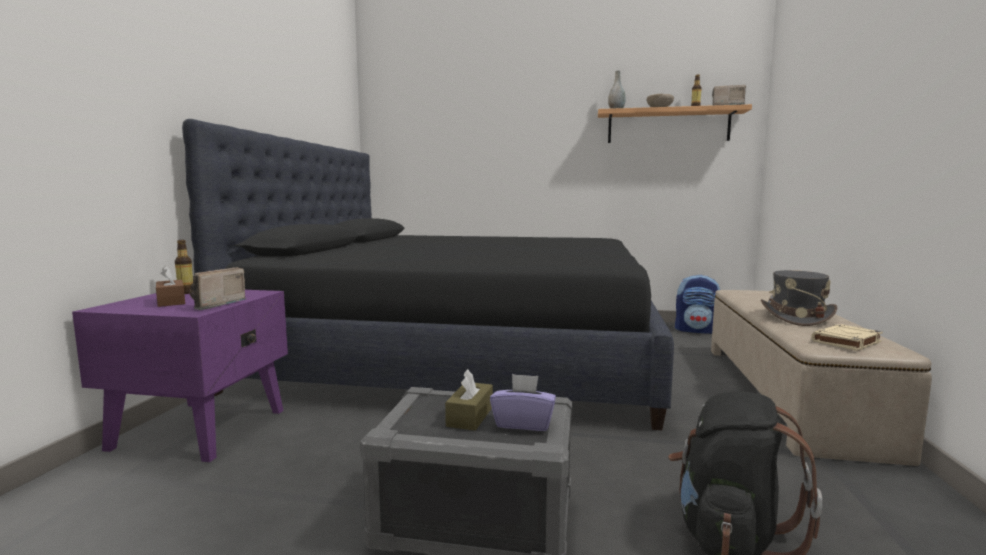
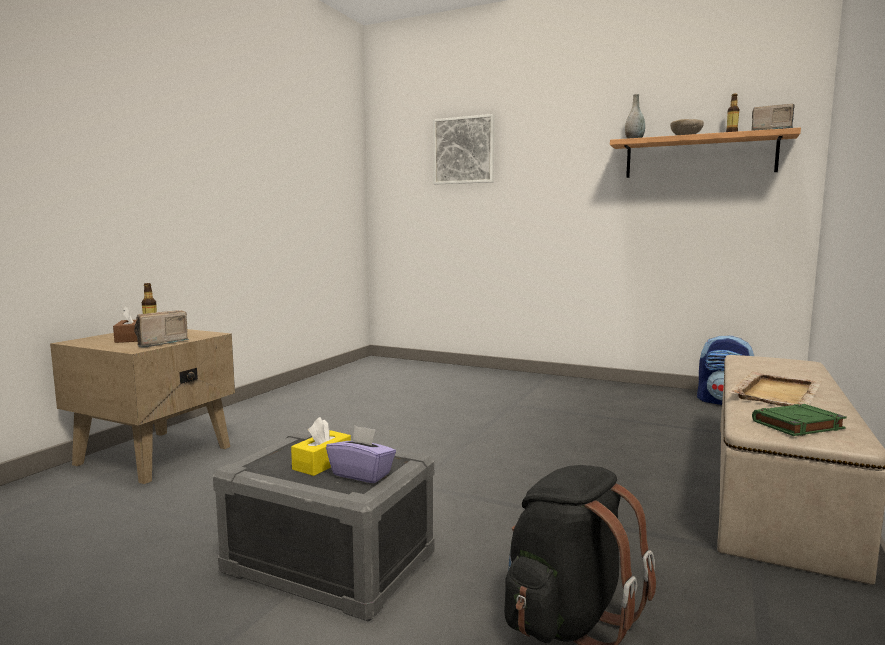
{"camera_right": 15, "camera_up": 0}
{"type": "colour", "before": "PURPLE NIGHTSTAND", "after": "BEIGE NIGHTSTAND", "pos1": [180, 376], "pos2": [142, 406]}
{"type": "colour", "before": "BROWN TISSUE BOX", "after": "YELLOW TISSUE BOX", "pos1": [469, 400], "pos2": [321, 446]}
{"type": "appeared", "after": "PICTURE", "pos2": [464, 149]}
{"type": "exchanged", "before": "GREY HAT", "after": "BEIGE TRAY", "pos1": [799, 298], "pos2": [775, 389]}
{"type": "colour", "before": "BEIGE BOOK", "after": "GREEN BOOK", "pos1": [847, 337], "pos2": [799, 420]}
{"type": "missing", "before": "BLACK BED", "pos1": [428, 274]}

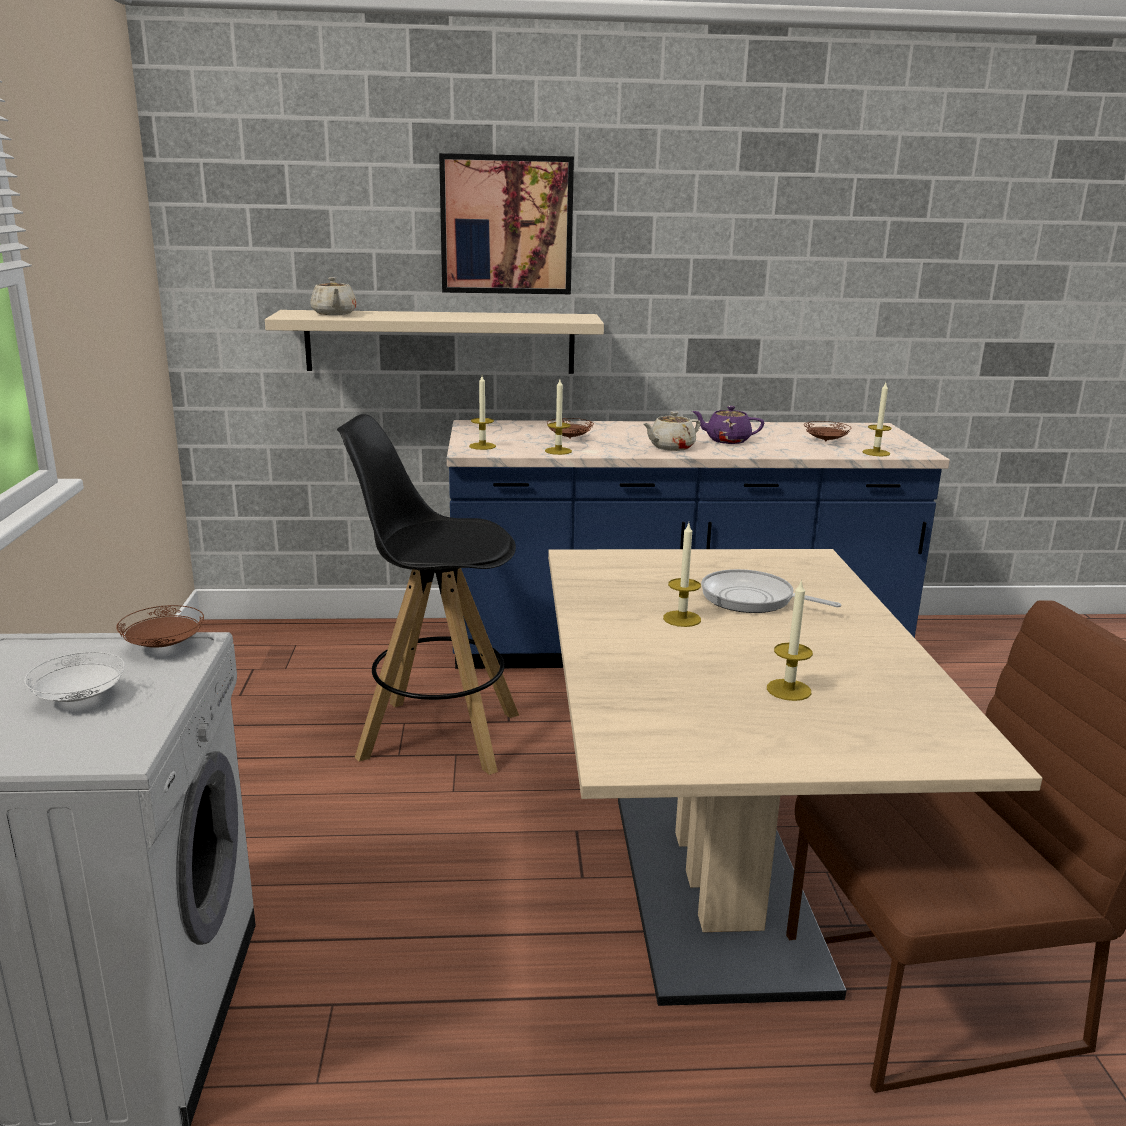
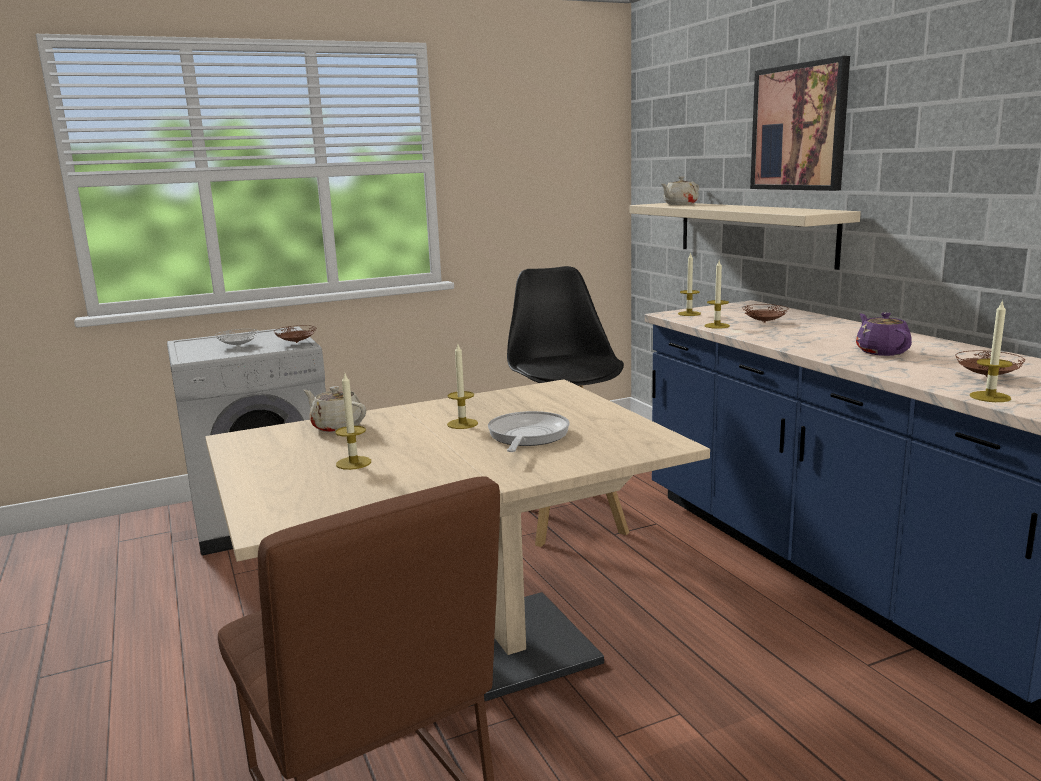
{"camera_right": 70, "camera_up": -5}
{"type": "relocated", "before": "BEIGE TEAPOT", "pos1": [672, 431], "pos2": [334, 409]}

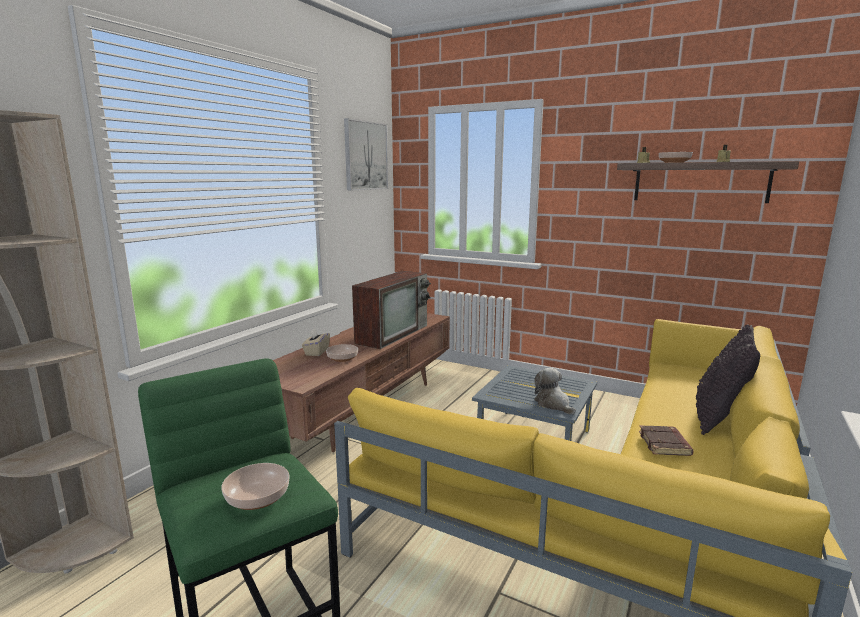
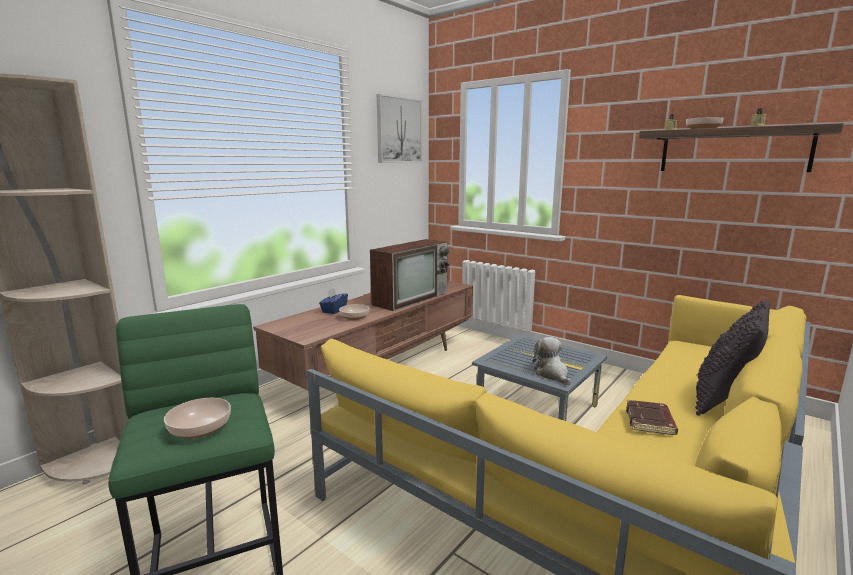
{"camera_right": 10, "camera_up": 0}
{"type": "colour", "before": "BEIGE TISSUE BOX", "after": "BLUE TISSUE BOX", "pos1": [316, 342], "pos2": [333, 301]}

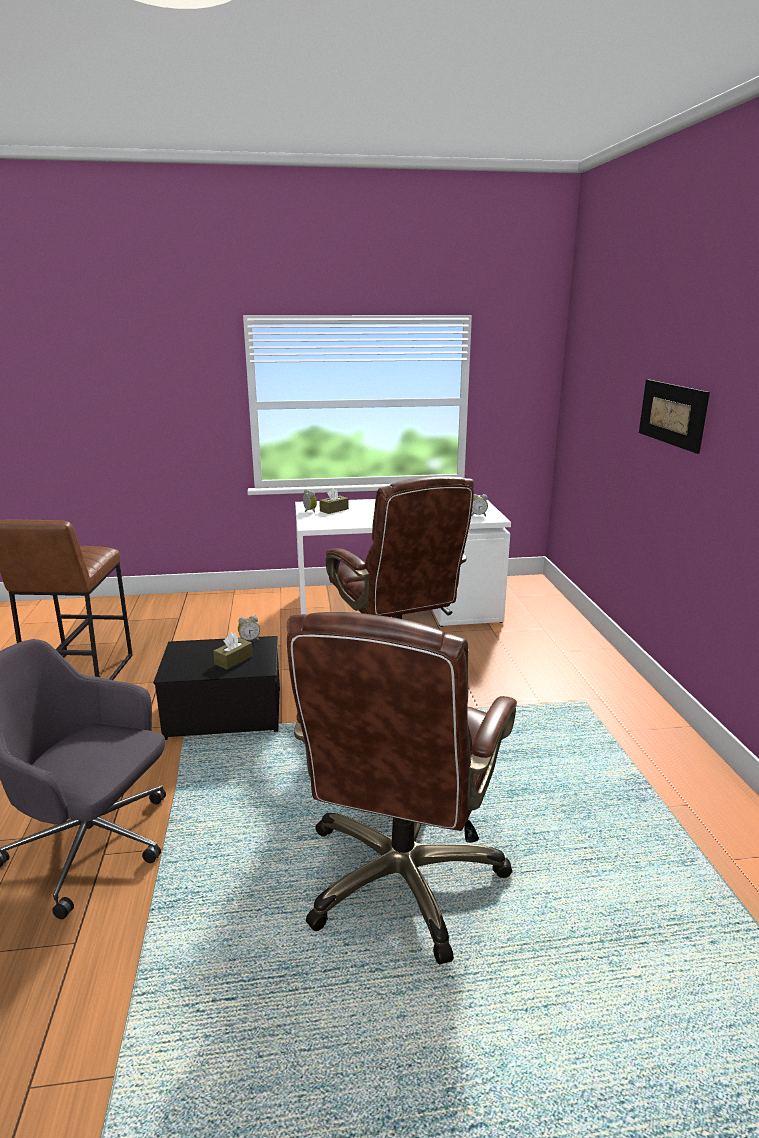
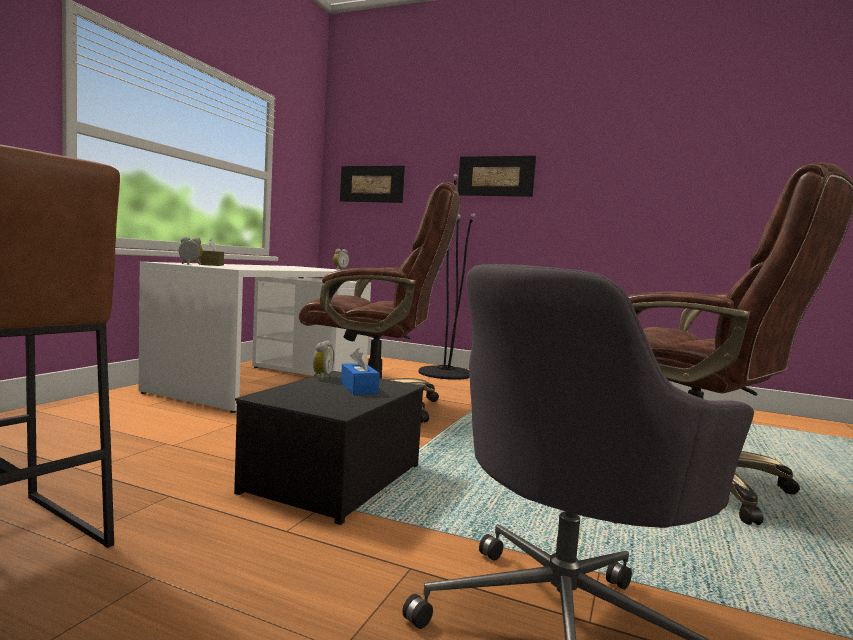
{"camera_right": -60, "camera_up": -15}
{"type": "appeared", "after": "PICTURE", "pos2": [372, 184]}
{"type": "colour", "before": "BROWN TISSUE BOX", "after": "BLUE TISSUE BOX", "pos1": [233, 651], "pos2": [360, 371]}
{"type": "appeared", "after": "BLACK FLOOR LAMP", "pos2": [446, 277]}

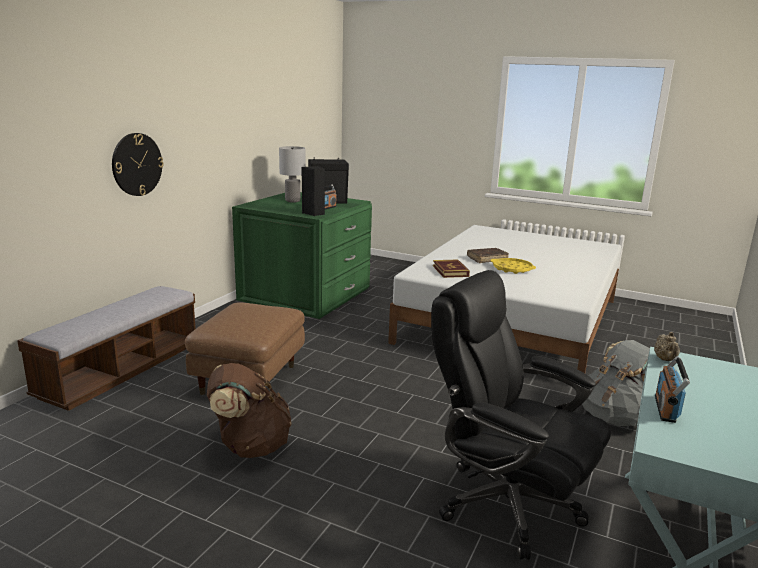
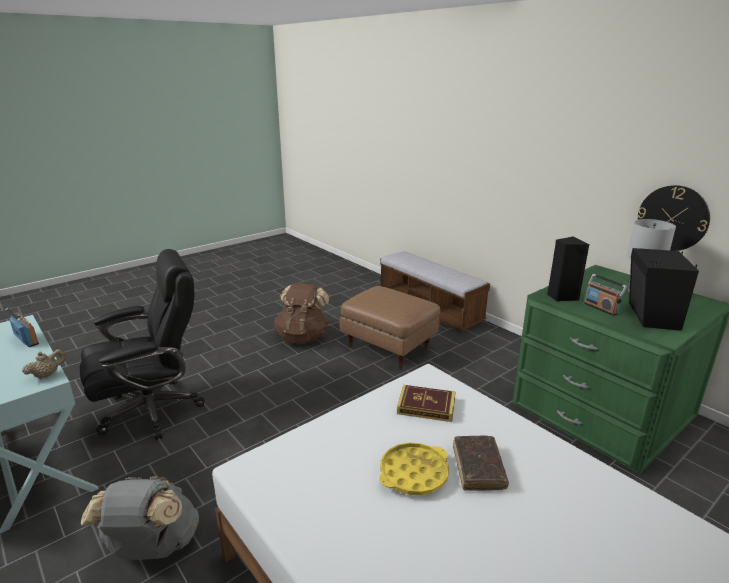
{"camera_right": 115, "camera_up": 5}
{"type": "spun", "before": "BEIGE TEAPOT", "pos1": [667, 346], "pos2": [44, 364], "turn": 105}
{"type": "relocated", "before": "WALL CLOCK", "pos1": [138, 164], "pos2": [673, 218]}

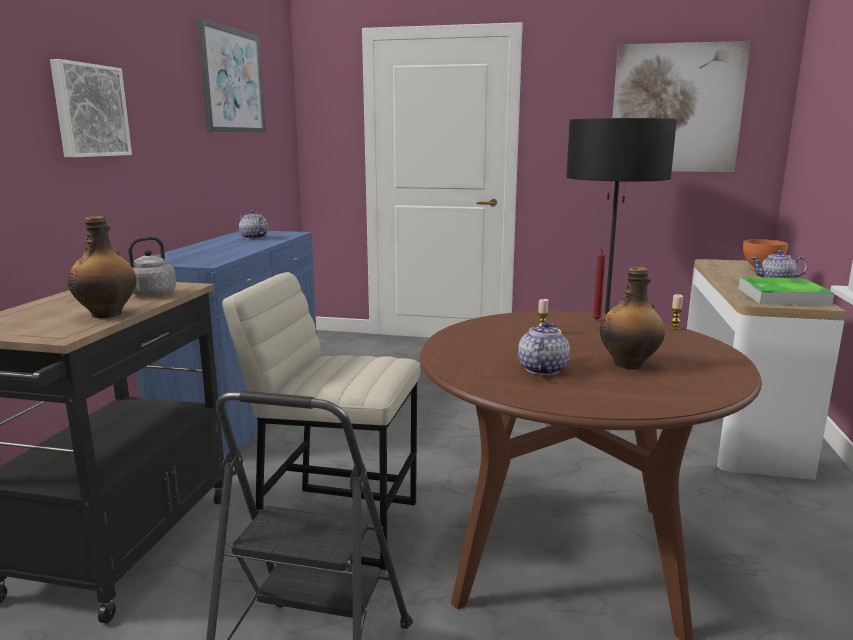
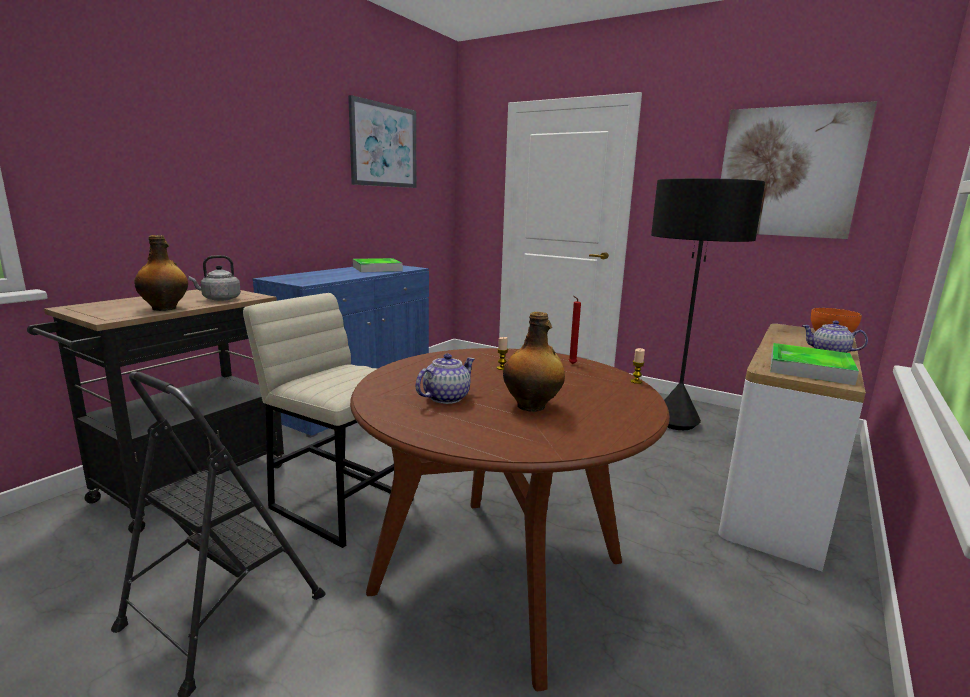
{"camera_right": 20, "camera_up": 0}
{"type": "exchanged", "before": "TEAPOT", "after": "TRAY", "pos1": [253, 224], "pos2": [378, 265]}
{"type": "missing", "before": "PICTURE", "pos1": [91, 108]}

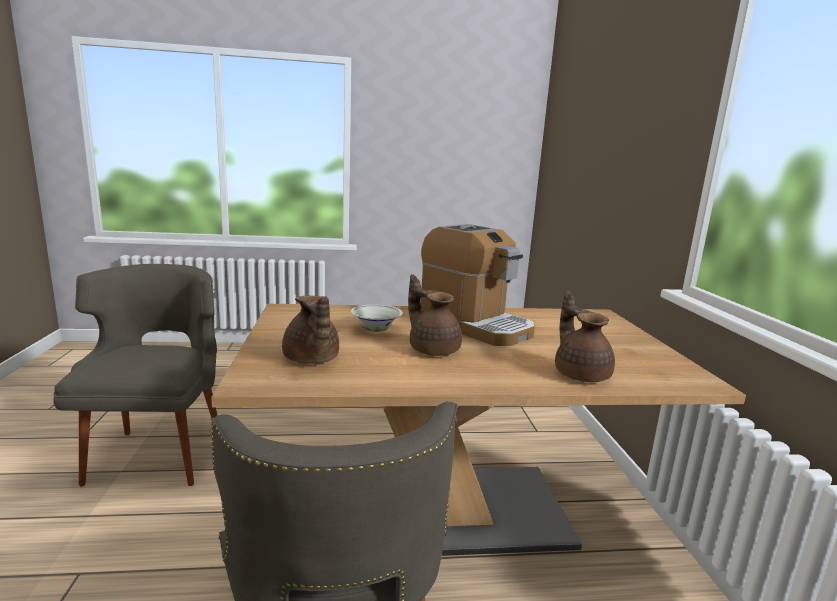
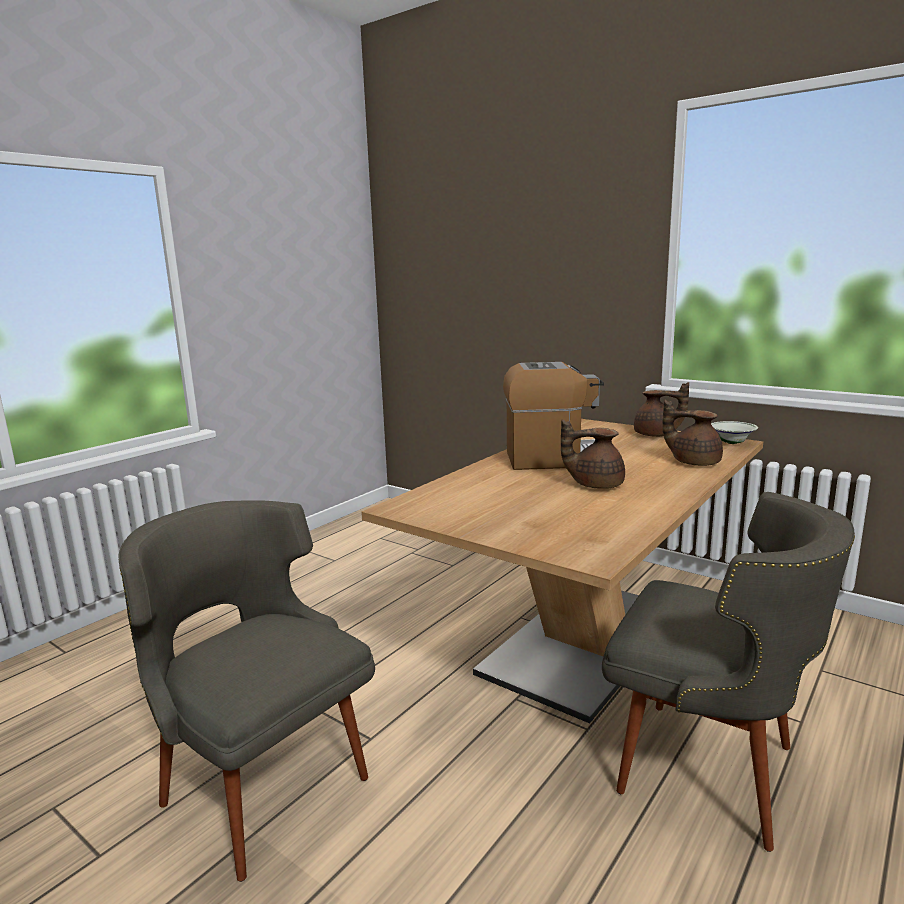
{"camera_right": -45, "camera_up": 0}
{"type": "relocated", "before": "BROWN TEAPOT", "pos1": [310, 330], "pos2": [661, 409]}
{"type": "relocated", "before": "WHITE BOWL", "pos1": [377, 318], "pos2": [734, 432]}

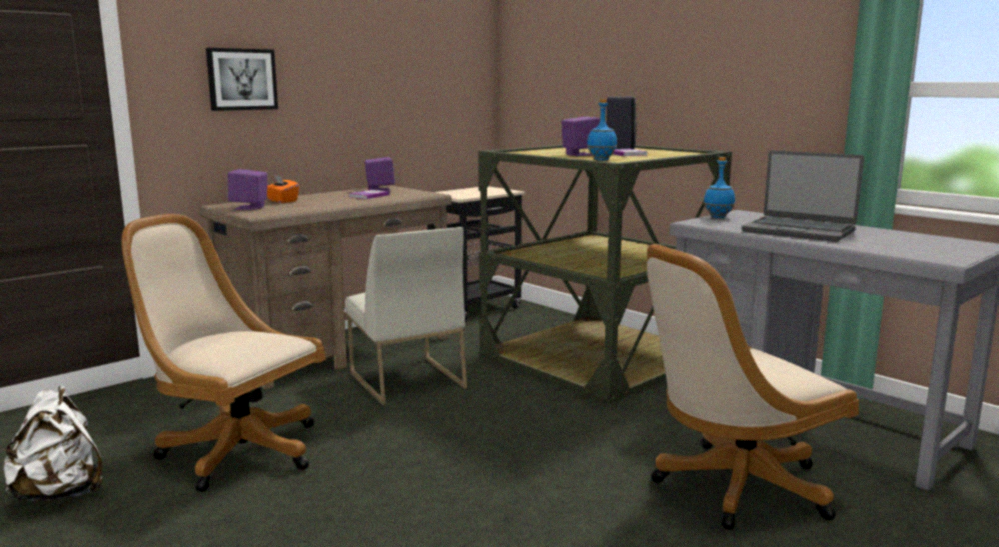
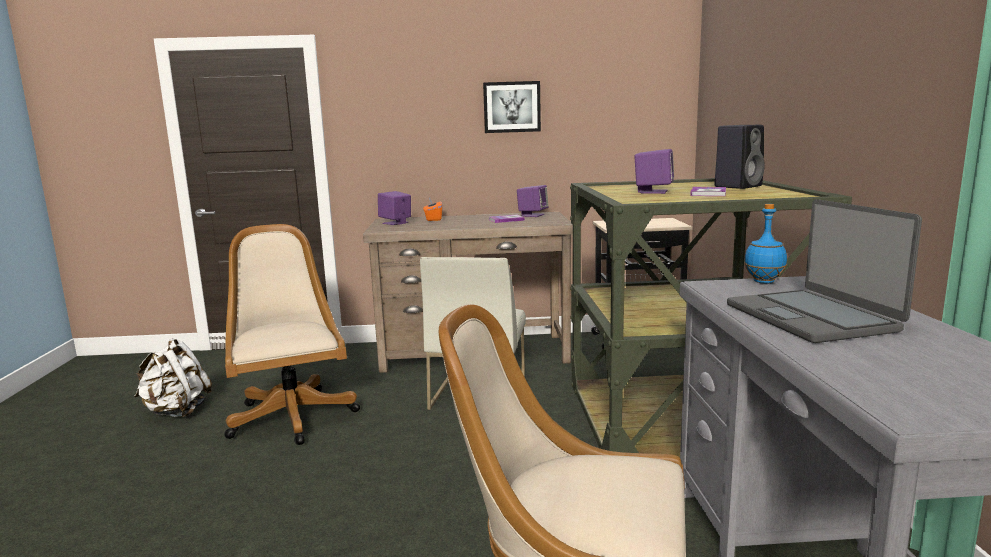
{"camera_right": 40, "camera_up": 0}
{"type": "relocated", "before": "PICTURE", "pos1": [242, 79], "pos2": [512, 107]}
{"type": "missing", "before": "BLUE BOTTLE", "pos1": [602, 130]}

